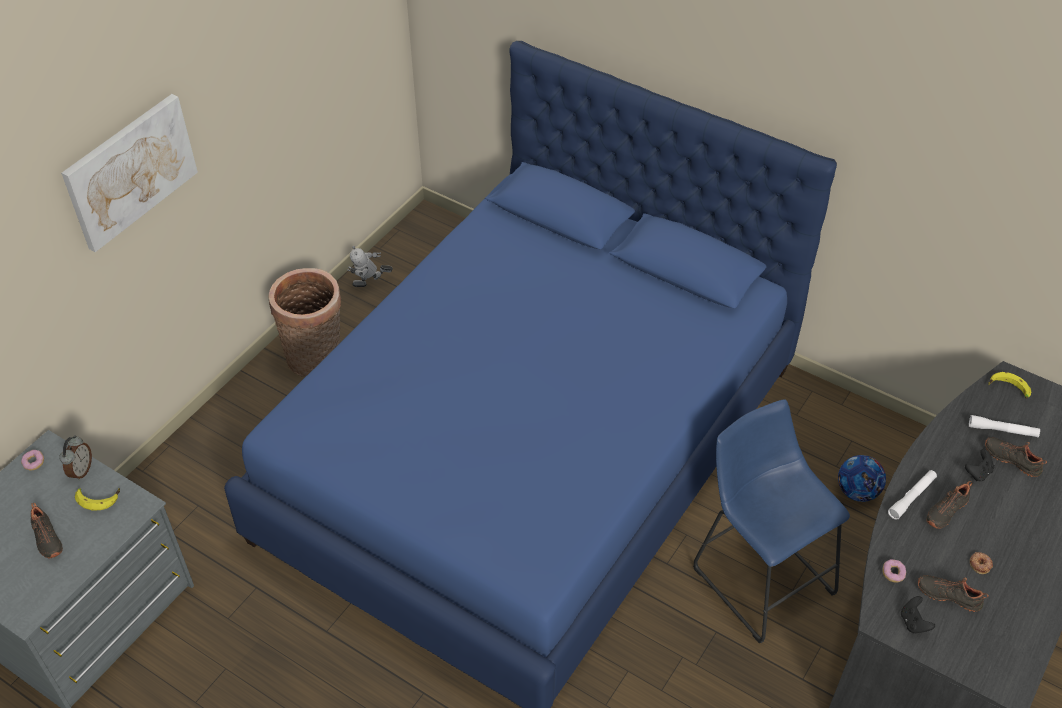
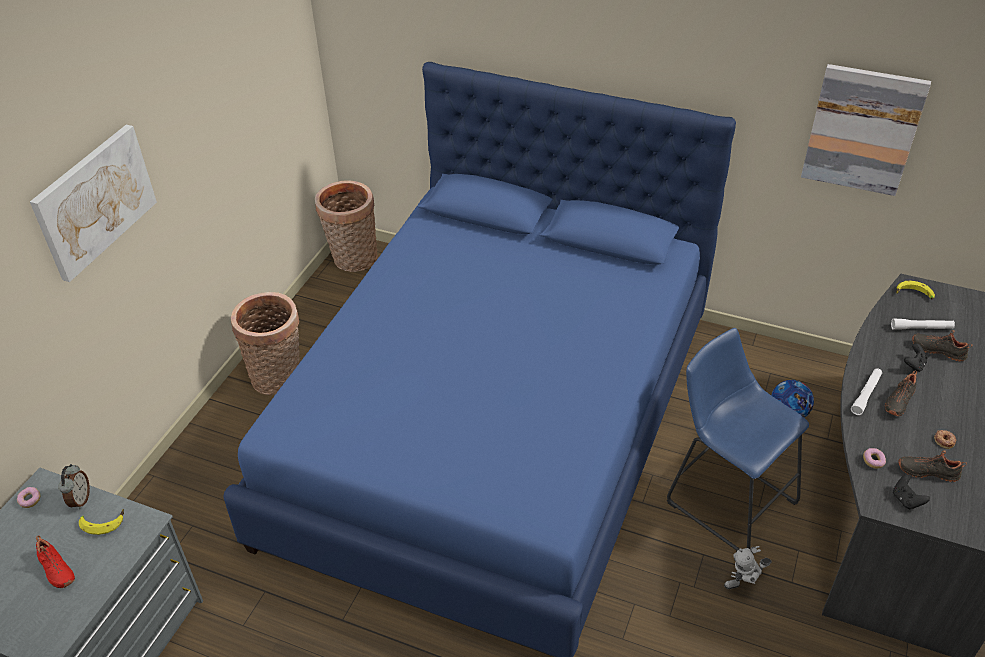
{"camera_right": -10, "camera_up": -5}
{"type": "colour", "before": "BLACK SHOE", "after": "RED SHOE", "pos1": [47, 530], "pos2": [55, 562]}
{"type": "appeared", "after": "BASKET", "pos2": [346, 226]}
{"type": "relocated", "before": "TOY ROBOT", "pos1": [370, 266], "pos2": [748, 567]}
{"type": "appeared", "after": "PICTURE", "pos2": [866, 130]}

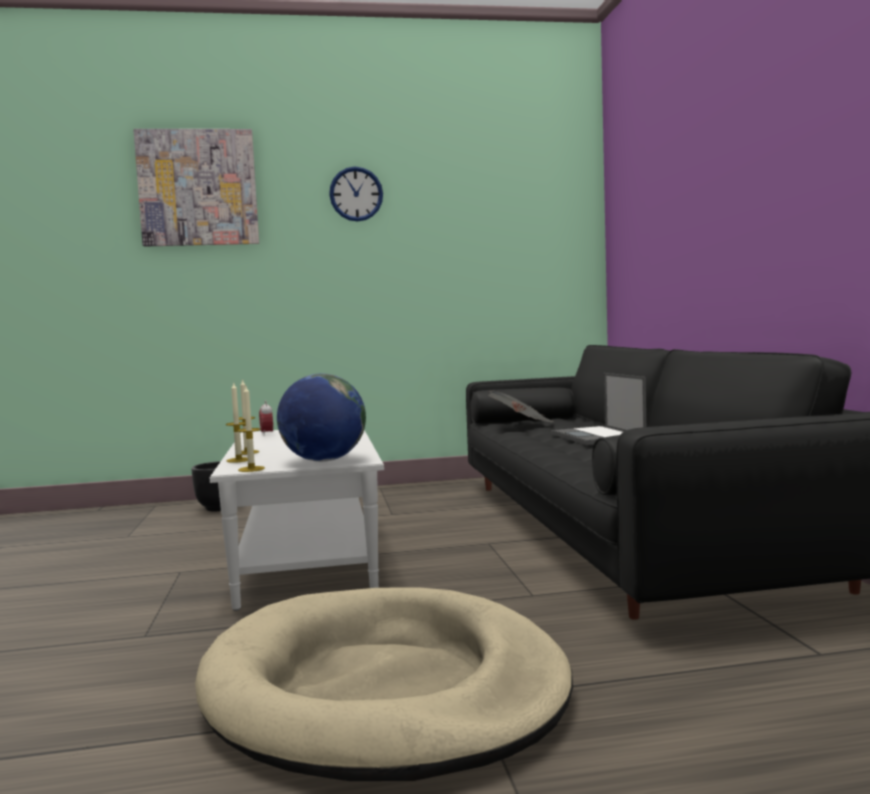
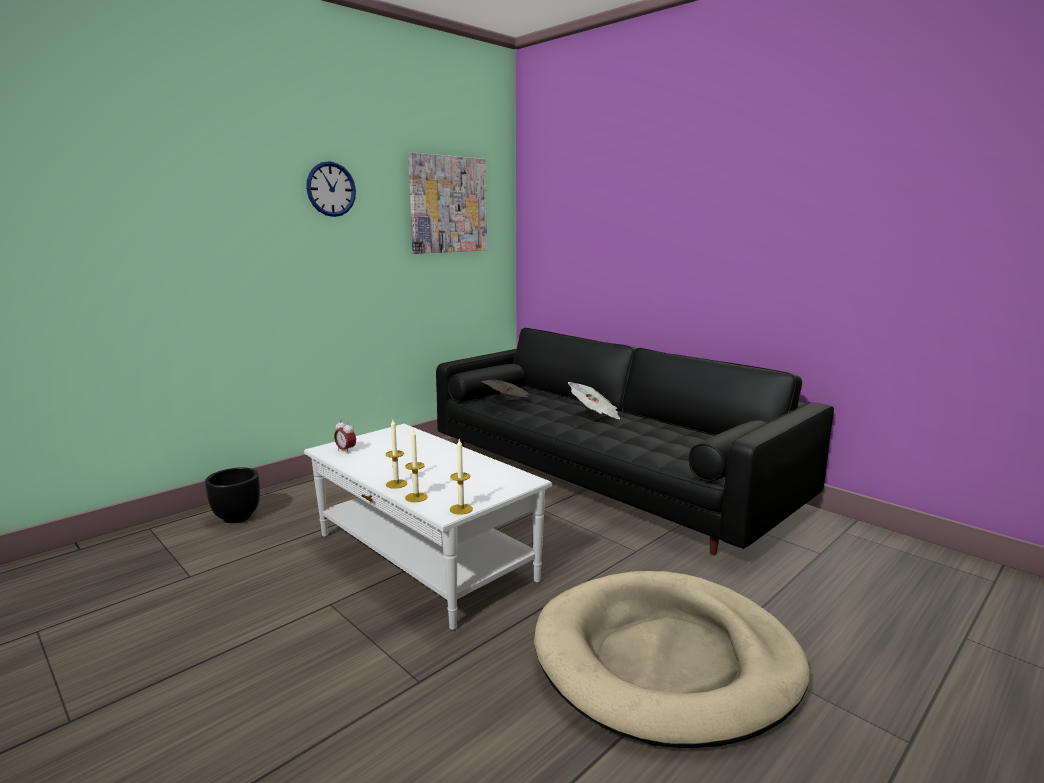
{"camera_right": -35, "camera_up": 10}
{"type": "relocated", "before": "PICTURE", "pos1": [196, 188], "pos2": [447, 203]}
{"type": "exchanged", "before": "LAPTOP", "after": "NEWSPAPER", "pos1": [598, 409], "pos2": [594, 400]}
{"type": "missing", "before": "GLOBE", "pos1": [321, 418]}

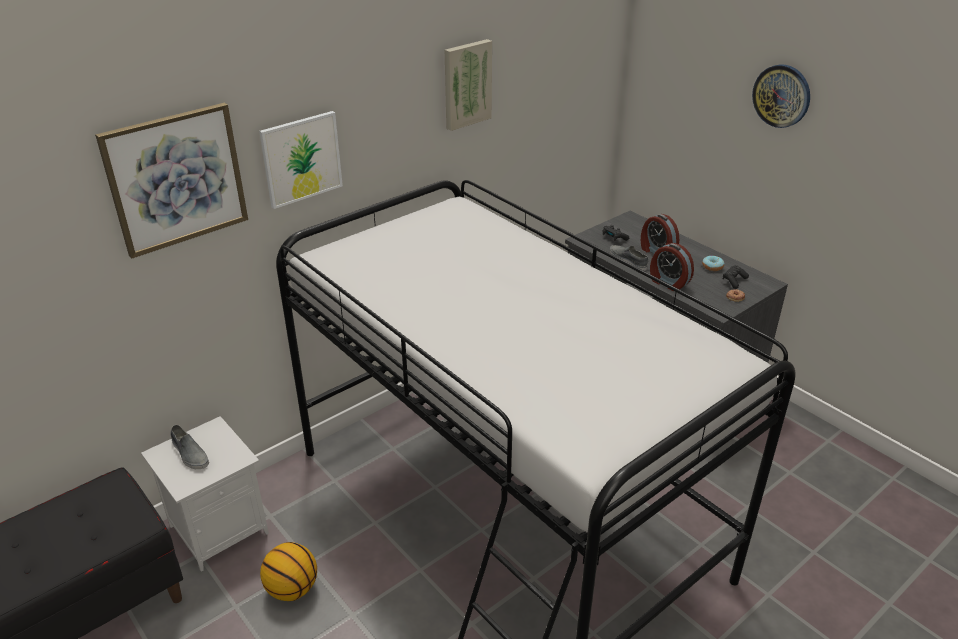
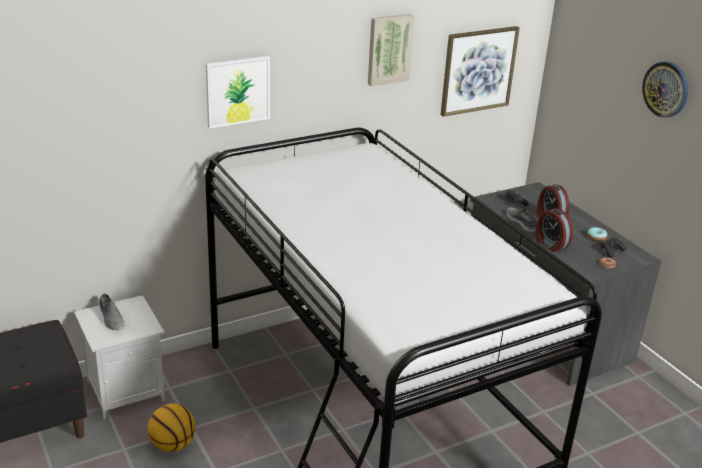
{"camera_right": 10, "camera_up": -5}
{"type": "relocated", "before": "PICTURE", "pos1": [171, 180], "pos2": [480, 71]}

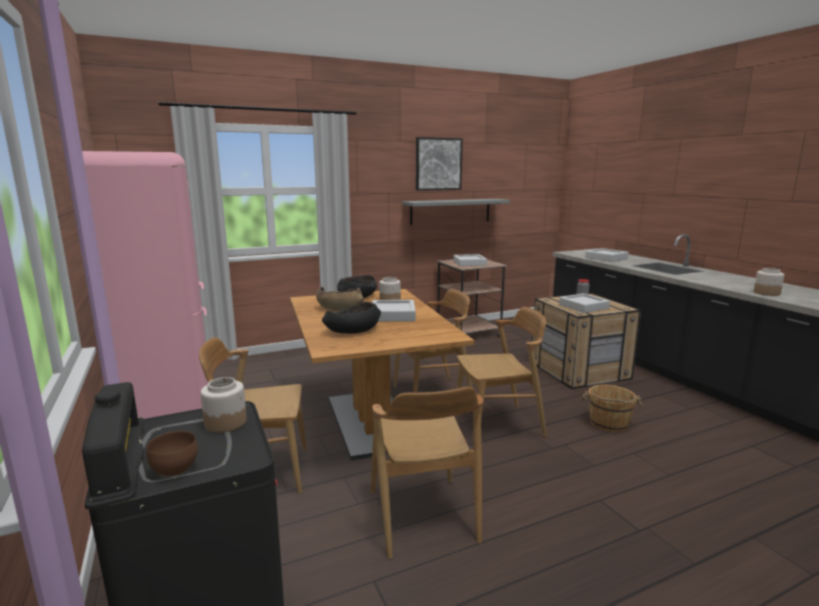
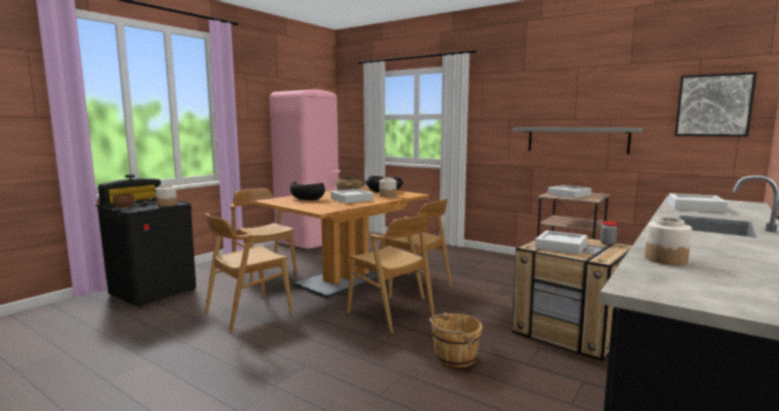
{"camera_right": 60, "camera_up": -5}
{"type": "relocated", "before": "PICTURE", "pos1": [439, 164], "pos2": [716, 104]}

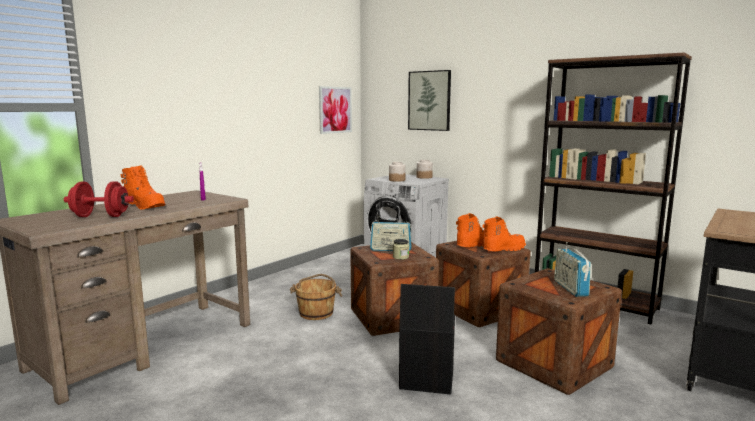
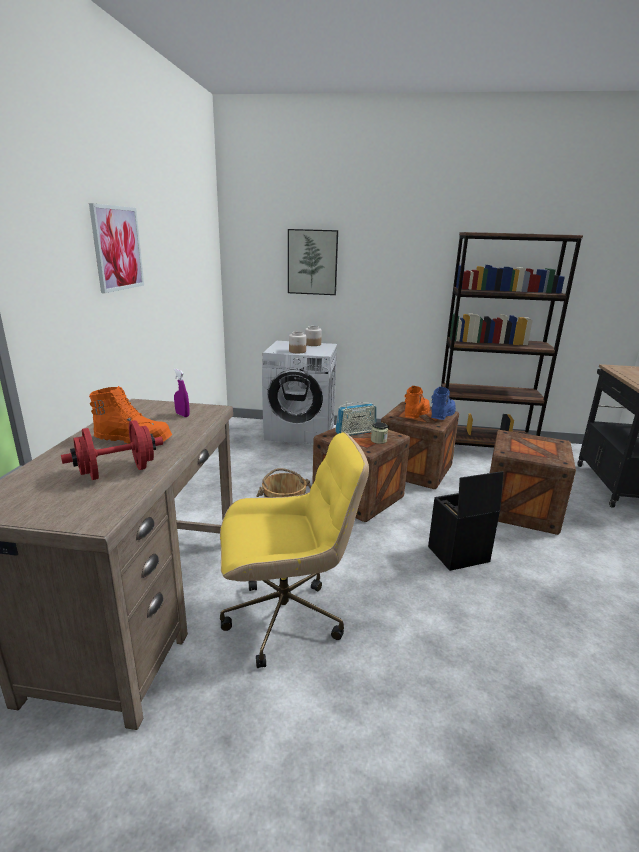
{"camera_right": -30, "camera_up": 10}
{"type": "relocated", "before": "PICTURE", "pos1": [335, 110], "pos2": [116, 248]}
{"type": "appeared", "after": "YELLOW OFFICE CHAIR", "pos2": [294, 550]}
{"type": "colour", "before": "ORANGE BOOT", "after": "BLUE BOOT", "pos1": [504, 234], "pos2": [443, 403]}
{"type": "missing", "before": "RADIO", "pos1": [572, 269]}

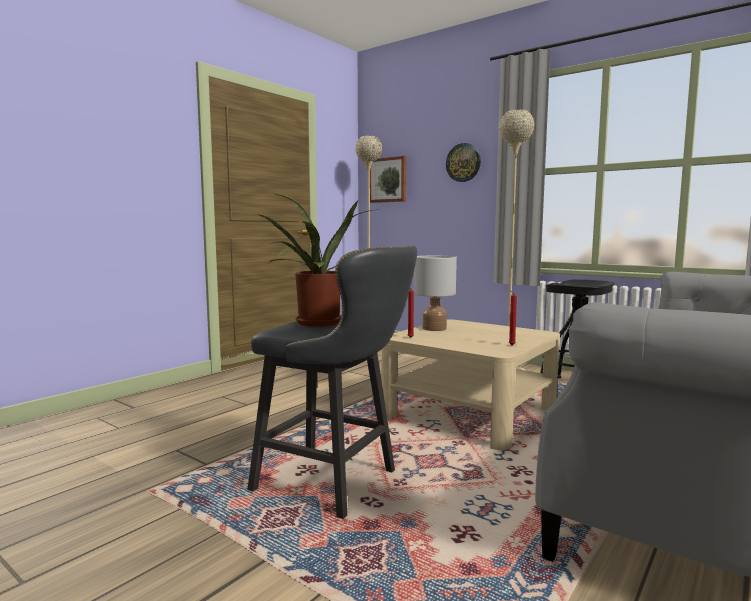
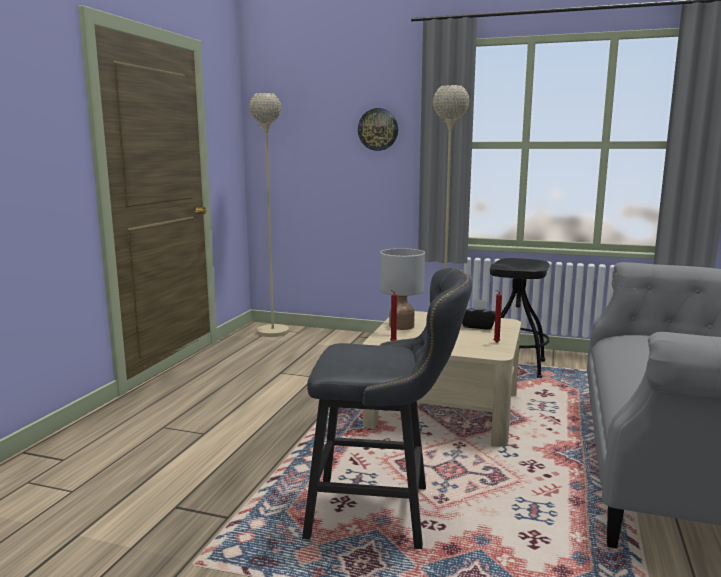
{"camera_right": -20, "camera_up": 5}
{"type": "appeared", "after": "BLACK TISSUE BOX", "pos2": [479, 314]}
{"type": "missing", "before": "POTTED PLANT", "pos1": [318, 260]}
{"type": "missing", "before": "PICTURE", "pos1": [388, 179]}

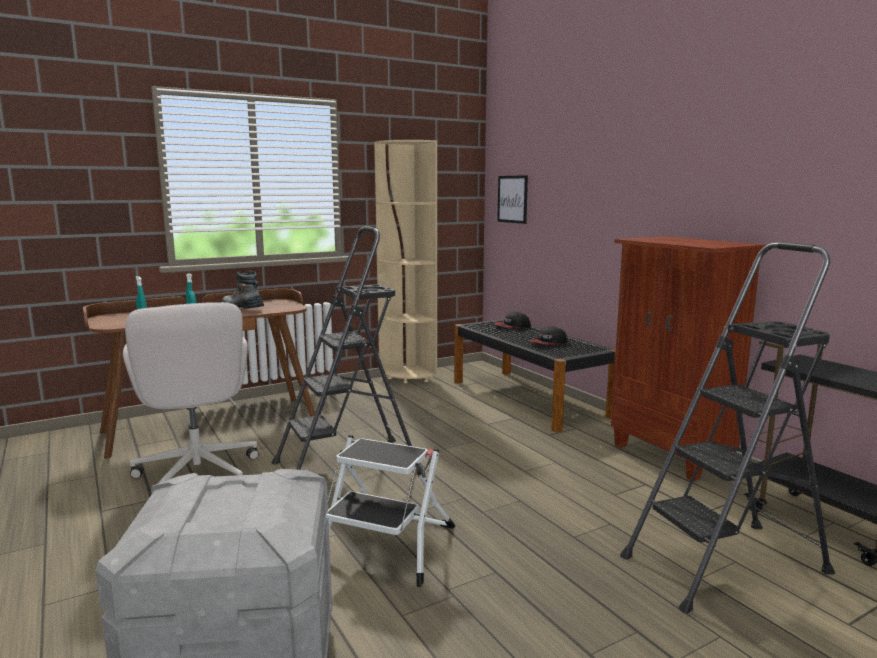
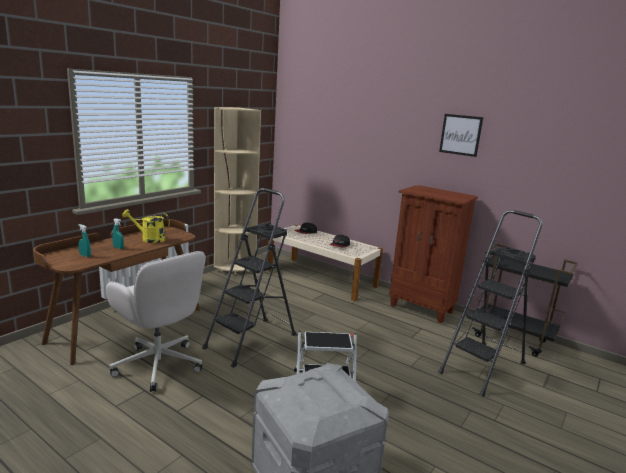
{"camera_right": -25, "camera_up": 5}
{"type": "exchanged", "before": "BOOT", "after": "YELLOW WATERING CAN", "pos1": [243, 289], "pos2": [146, 226]}
{"type": "colour", "before": "BLACK BENCH", "after": "BEIGE BENCH", "pos1": [535, 375], "pos2": [325, 262]}
{"type": "relocated", "before": "PICTURE", "pos1": [512, 199], "pos2": [461, 135]}

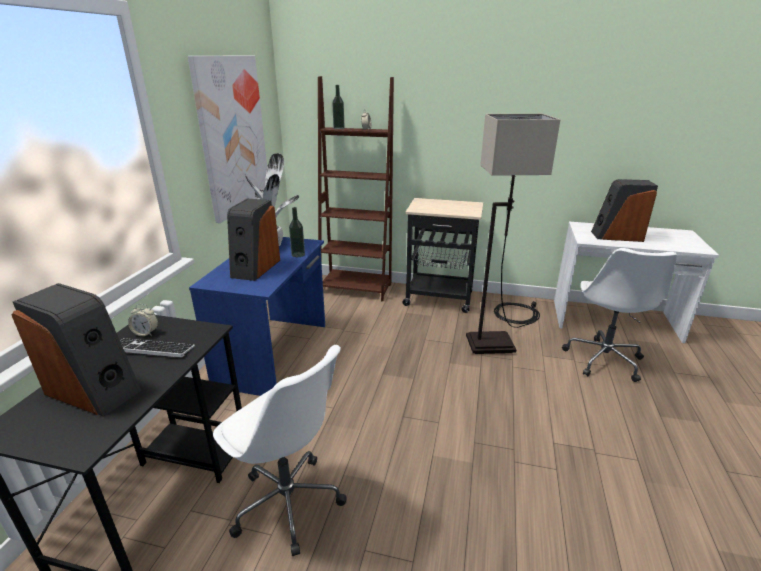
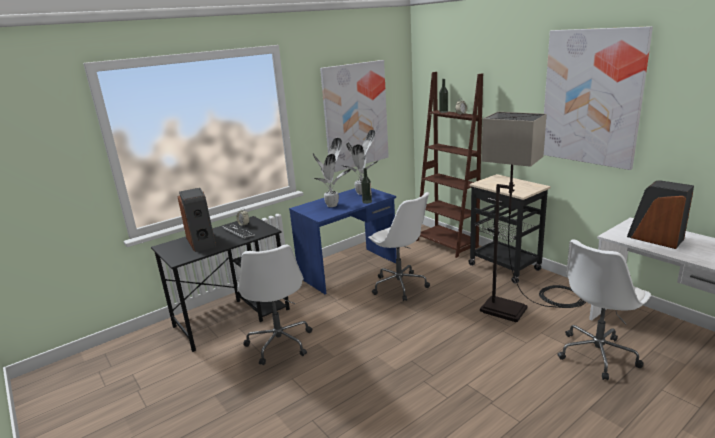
{"camera_right": 40, "camera_up": -5}
{"type": "exchanged", "before": "SPEAKER", "after": "POTTED PLANT", "pos1": [253, 239], "pos2": [331, 172]}
{"type": "appeared", "after": "WHITE OFFICE CHAIR", "pos2": [399, 246]}
{"type": "appeared", "after": "PICTURE", "pos2": [598, 98]}

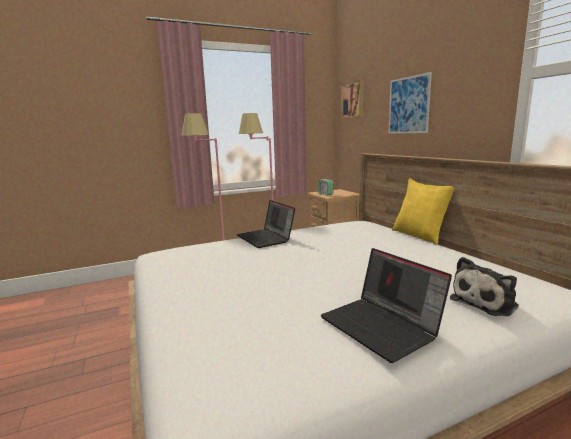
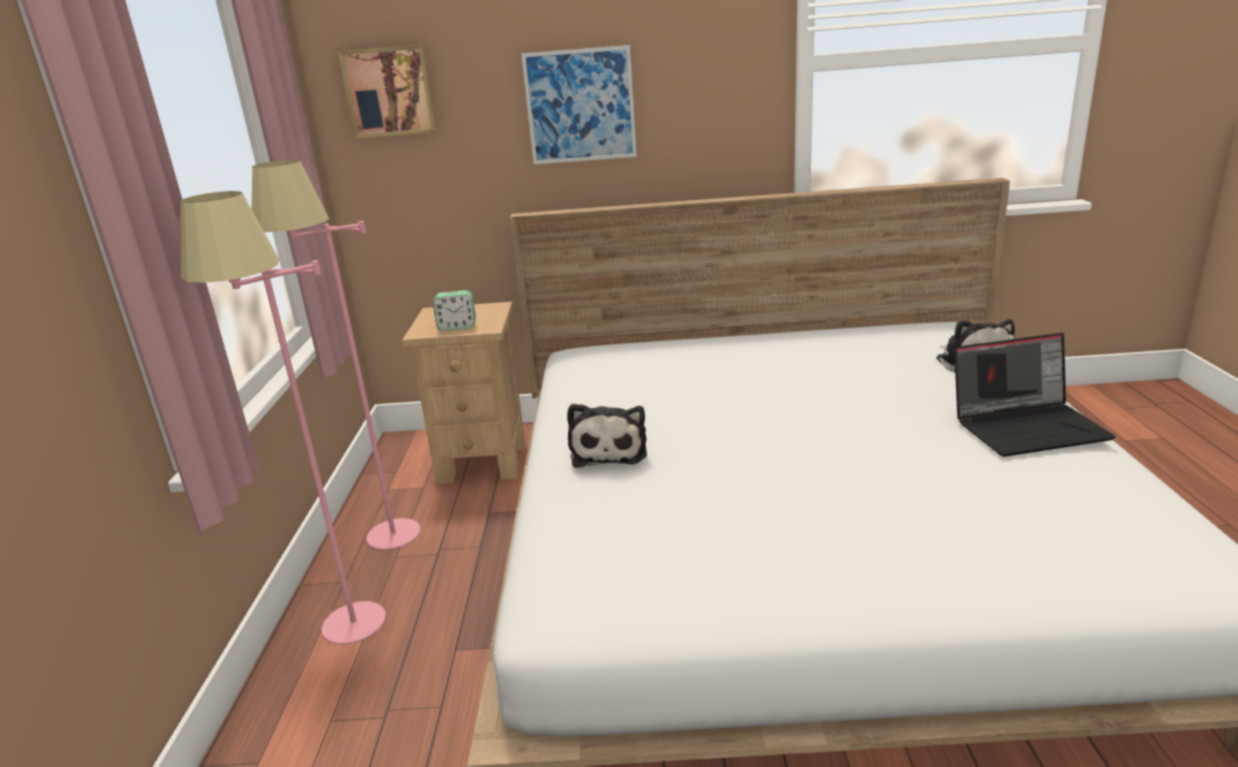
{"camera_right": -65, "camera_up": 10}
{"type": "exchanged", "before": "LAPTOP", "after": "PLUSH TOY", "pos1": [266, 224], "pos2": [607, 435]}
{"type": "missing", "before": "YELLOW PILLOW", "pos1": [423, 211]}

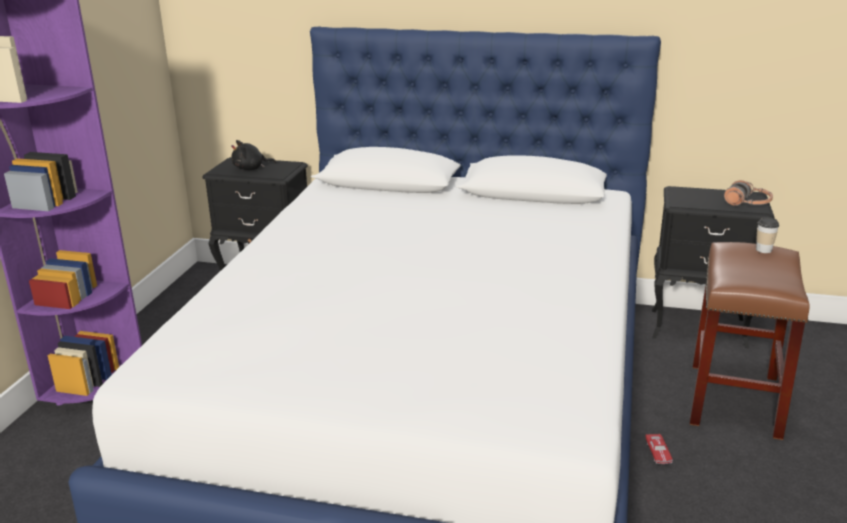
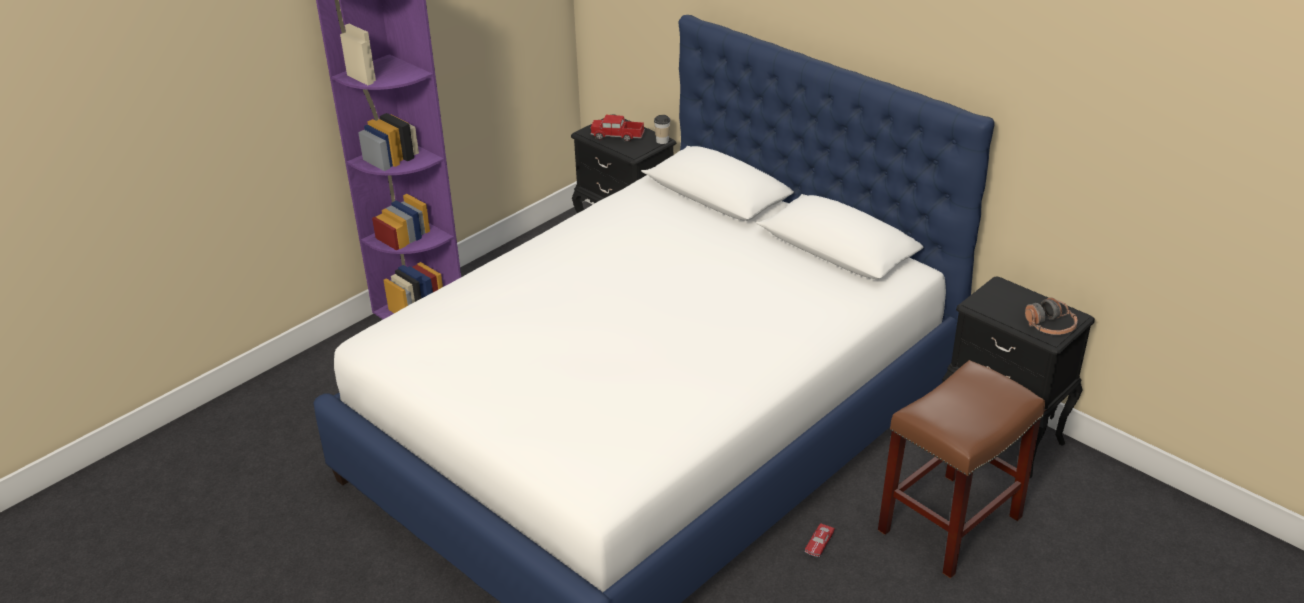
{"camera_right": 30, "camera_up": 10}
{"type": "exchanged", "before": "BLACK PLUSH TOY", "after": "TOY TRUCK", "pos1": [253, 155], "pos2": [618, 128]}
{"type": "relocated", "before": "CUP", "pos1": [767, 235], "pos2": [662, 129]}

